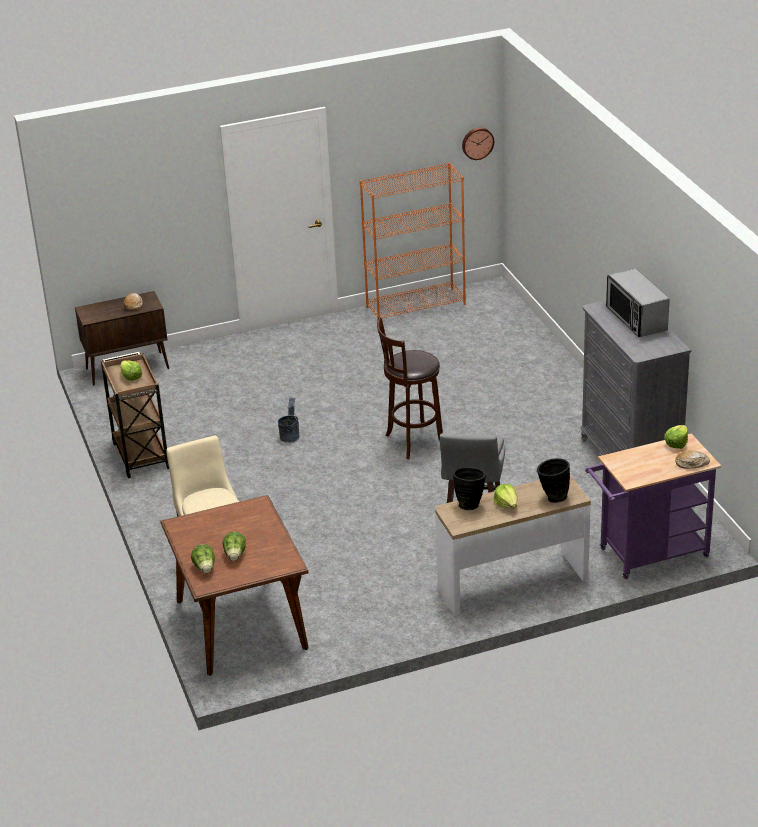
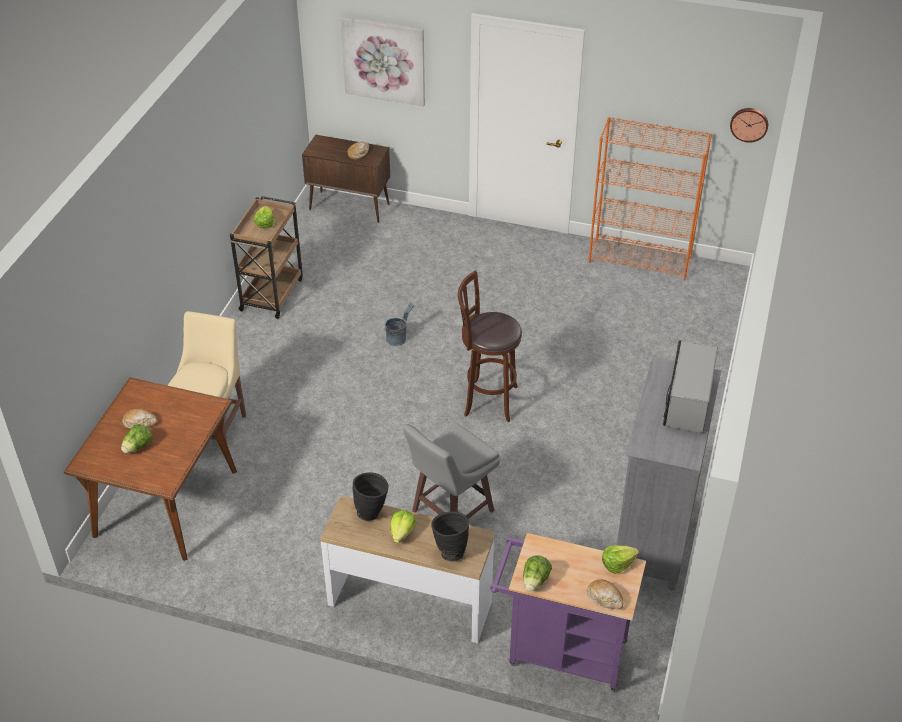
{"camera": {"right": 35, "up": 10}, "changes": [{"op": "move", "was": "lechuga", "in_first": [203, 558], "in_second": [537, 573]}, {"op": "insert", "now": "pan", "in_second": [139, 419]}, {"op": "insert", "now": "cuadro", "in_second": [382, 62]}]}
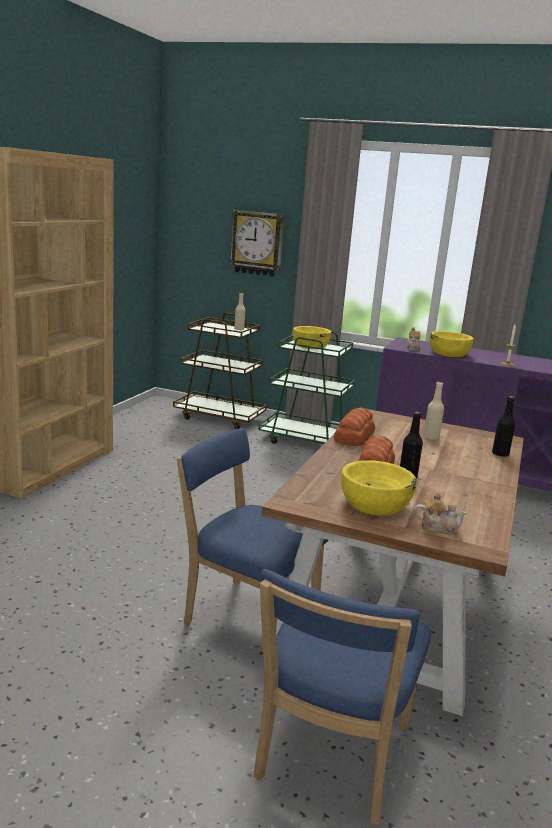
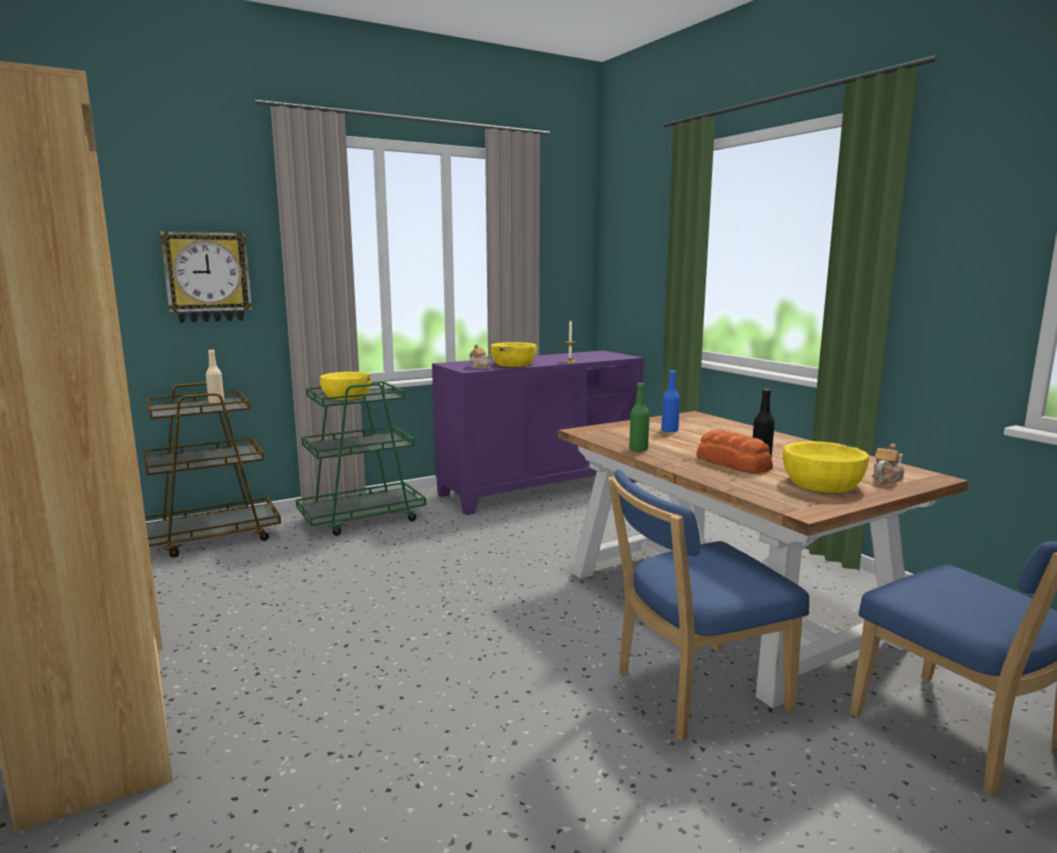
{"camera": {"right": -50, "up": -5}, "changes": [{"op": "replace", "was": "pan", "now": "botella [verde]", "in_first": [354, 426], "in_second": [639, 417]}, {"op": "recolor", "was": "botella [beis]", "now": "botella [azul]", "in_first": [433, 411], "in_second": [670, 401]}, {"op": "delete", "was": "botella [negro]", "in_first": [503, 426]}]}
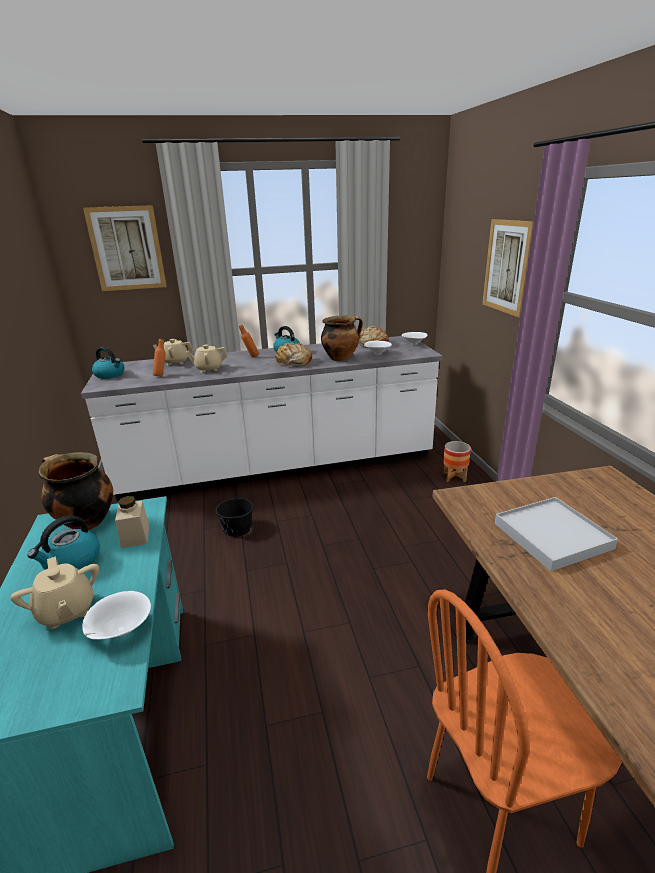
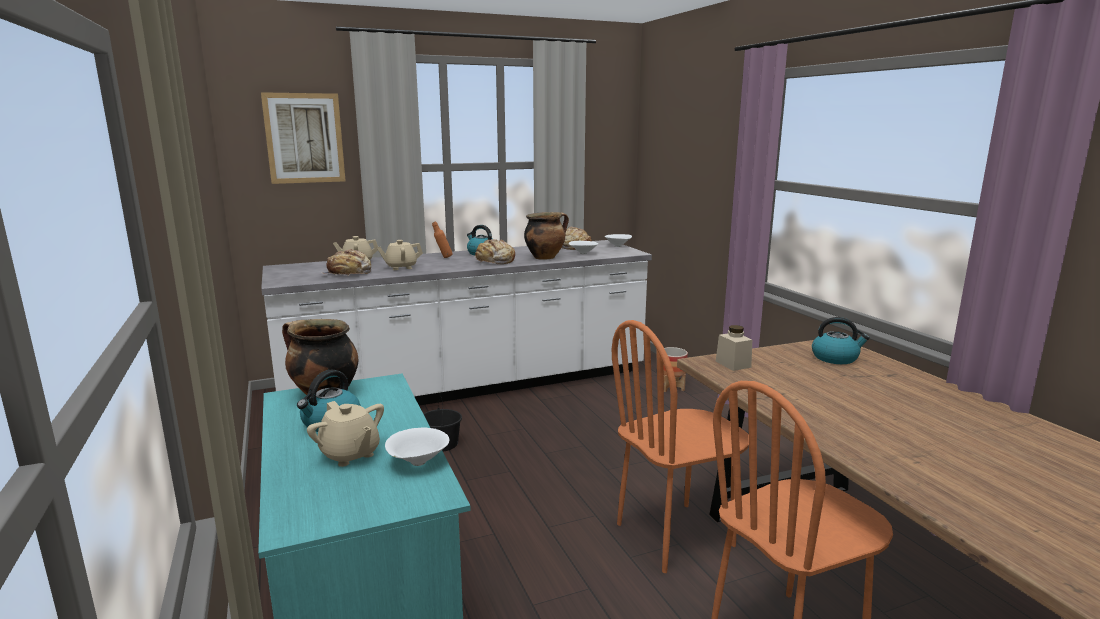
{"camera": {"right": -10, "up": -10}, "changes": [{"op": "move", "was": "hervidor", "in_first": [108, 363], "in_second": [841, 340]}, {"op": "move", "was": "tarro [beis]", "in_first": [132, 522], "in_second": [734, 348]}, {"op": "replace", "was": "botella [naranja]", "now": "pan", "in_first": [159, 358], "in_second": [347, 262]}, {"op": "delete", "was": "cuadro", "in_first": [507, 268]}, {"op": "delete", "was": "bandeja [blanco]", "in_first": [556, 534]}, {"op": "insert", "now": "silla [naranja]", "in_second": [680, 446]}]}
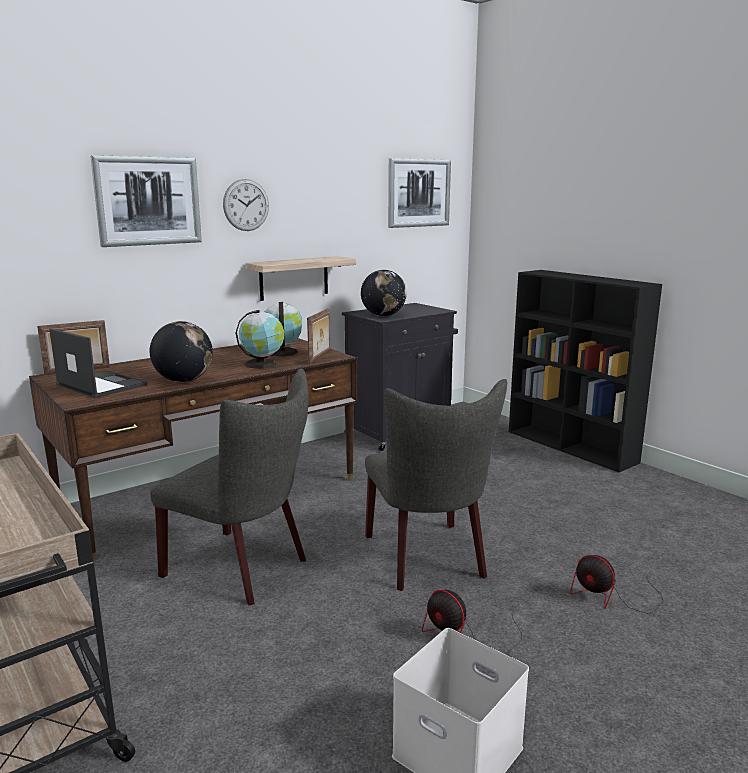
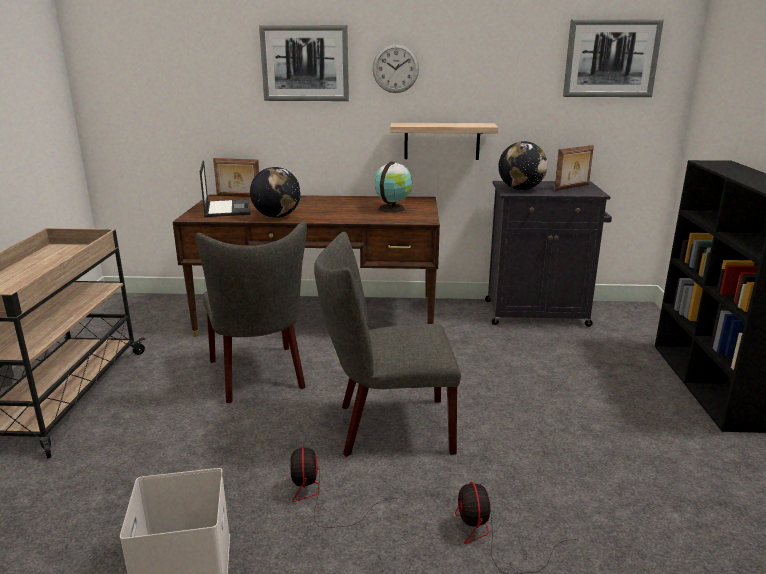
{"camera": {"right": 40, "up": 5}, "changes": [{"op": "delete", "was": "globo terráqueo", "in_first": [260, 339]}, {"op": "move", "was": "portarretratos", "in_first": [318, 336], "in_second": [574, 168]}, {"op": "rotate", "was": "silla [gris]", "in_first": [436, 485], "in_second": [387, 344], "clockwise": 60}]}
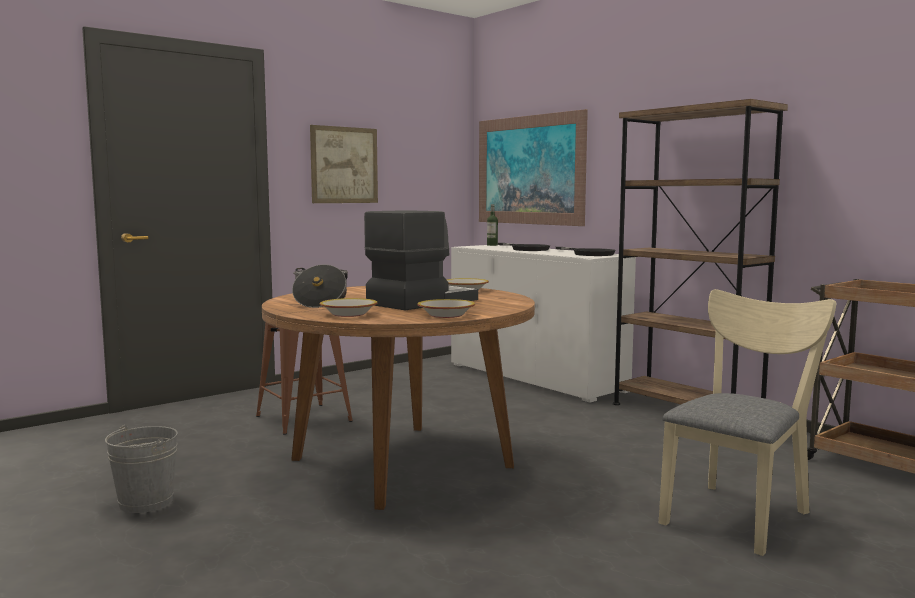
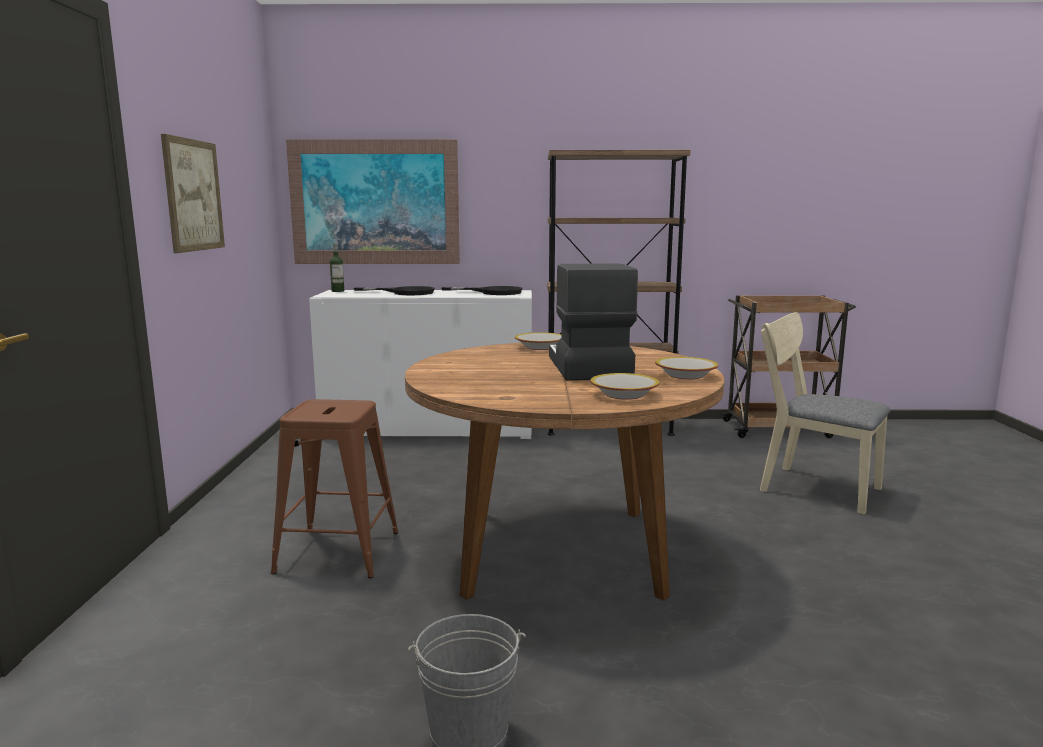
{"camera": {"right": -50, "up": 5}, "changes": [{"op": "delete", "was": "olla", "in_first": [320, 286]}, {"op": "rotate", "was": "silla [beis]", "in_first": [747, 422], "in_second": [825, 413], "clockwise": -45}]}
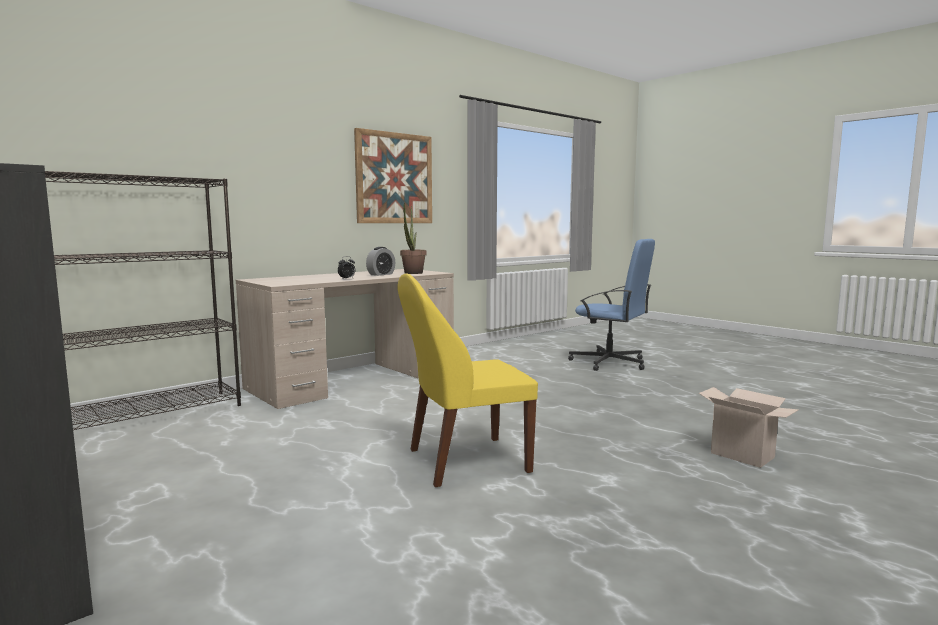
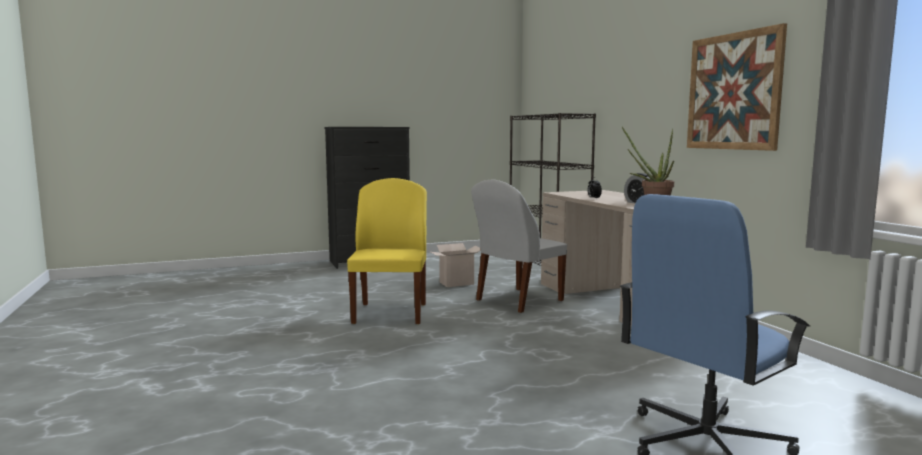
{"camera": {"right": 110, "up": 0}, "changes": [{"op": "move", "was": "caja de cartón", "in_first": [749, 427], "in_second": [455, 265]}, {"op": "insert", "now": "silla [blanco]", "in_second": [519, 246]}]}
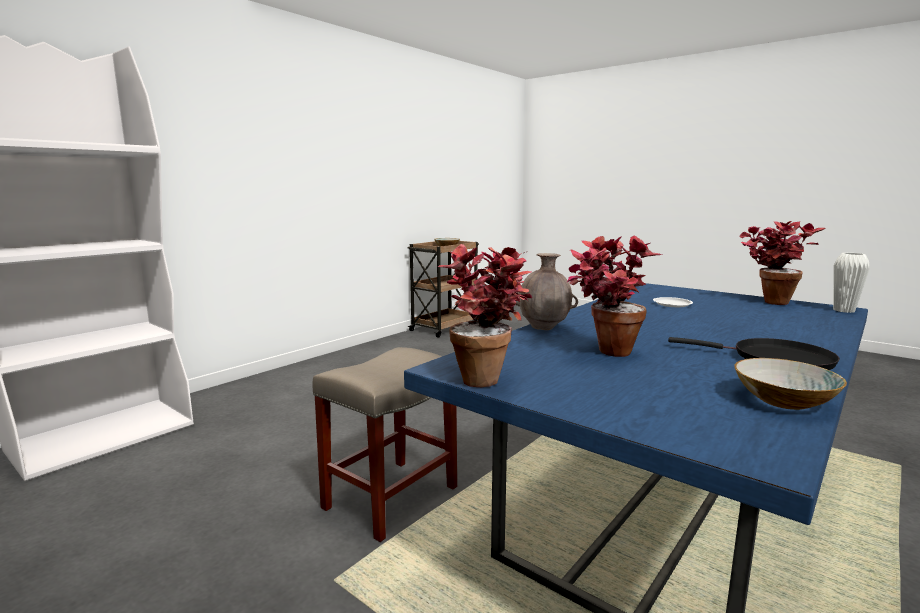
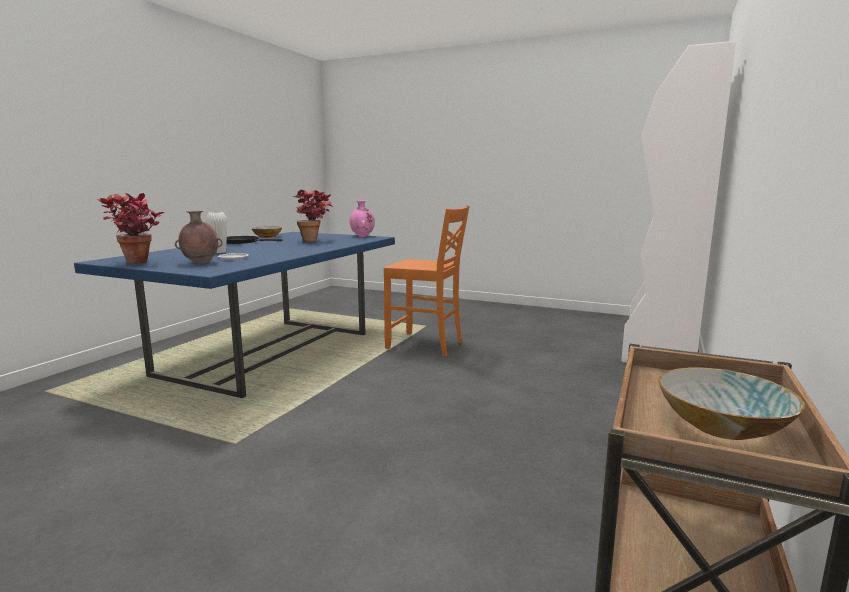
{"camera": {"right": 165, "up": 0}, "changes": [{"op": "replace", "was": "taburete [beis]", "now": "silla [naranja]", "in_first": [384, 444], "in_second": [427, 281]}, {"op": "replace", "was": "planta en maceta", "now": "florero [rosa]", "in_first": [485, 315], "in_second": [362, 218]}, {"op": "move", "was": "florero [marrón]", "in_first": [547, 291], "in_second": [199, 237]}, {"op": "move", "was": "florero [blanco]", "in_first": [851, 283], "in_second": [217, 232]}]}
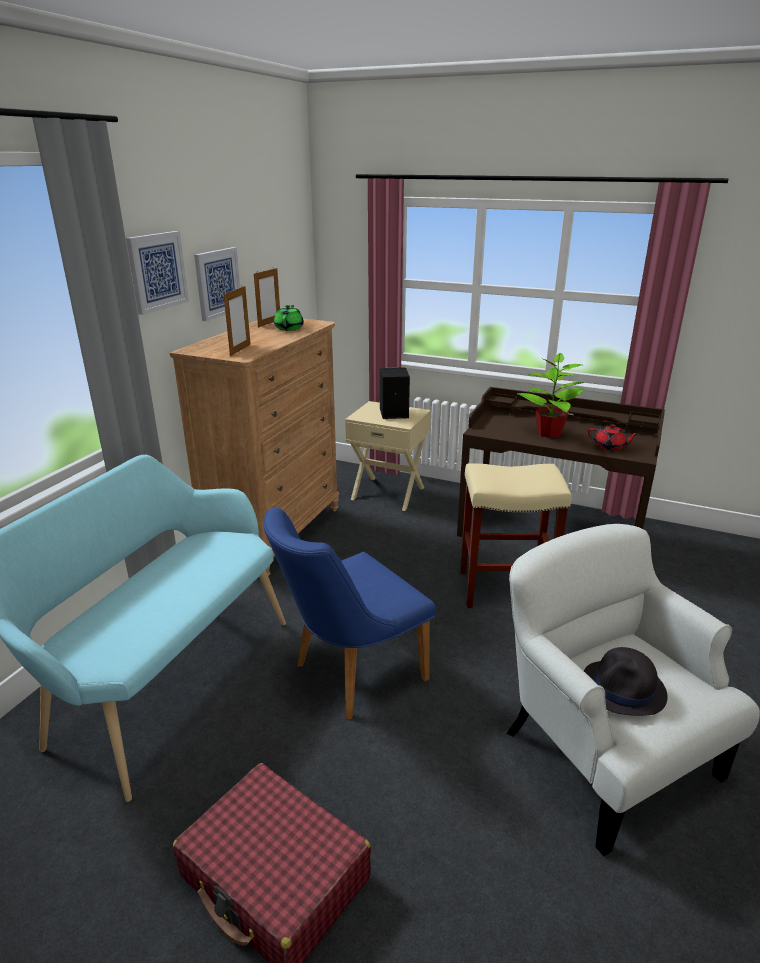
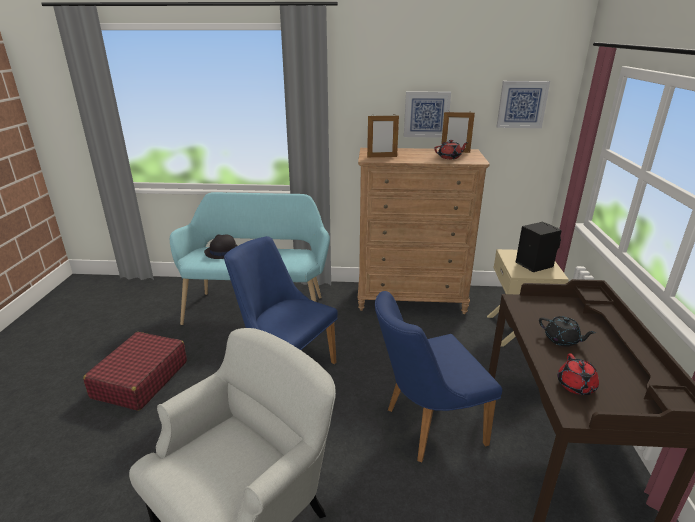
{"camera": {"right": 70, "up": 0}, "changes": [{"op": "move", "was": "cuadro", "in_first": [157, 273], "in_second": [523, 104]}, {"op": "recolor", "was": "tetera [verde]", "now": "tetera [rojo]", "in_first": [289, 318], "in_second": [451, 149]}, {"op": "replace", "was": "taburete [beis]", "now": "silla [azul]", "in_first": [515, 535], "in_second": [438, 377]}, {"op": "replace", "was": "planta en maceta", "now": "tetera [negro]", "in_first": [551, 395], "in_second": [567, 331]}, {"op": "move", "was": "sombrero [negro]", "in_first": [626, 681], "in_second": [221, 246]}]}
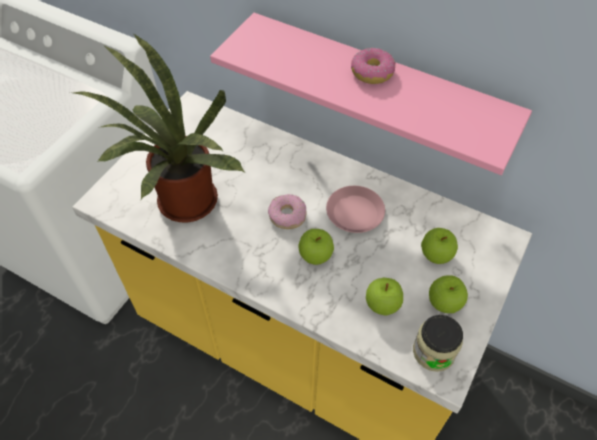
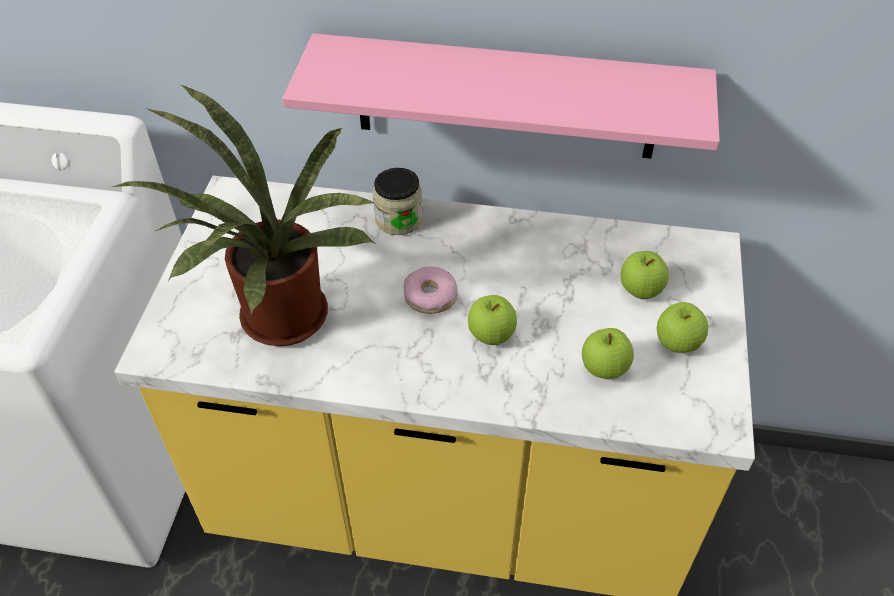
{"camera": {"right": -20, "up": -5}, "changes": [{"op": "delete", "was": "plato [rosa]", "in_first": [355, 209]}, {"op": "delete", "was": "rosquilla", "in_first": [373, 66]}, {"op": "move", "was": "tarro", "in_first": [438, 343], "in_second": [398, 201]}]}
